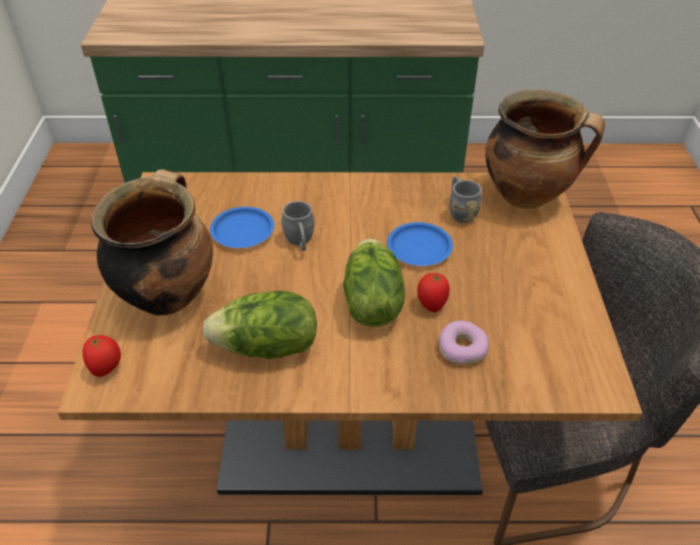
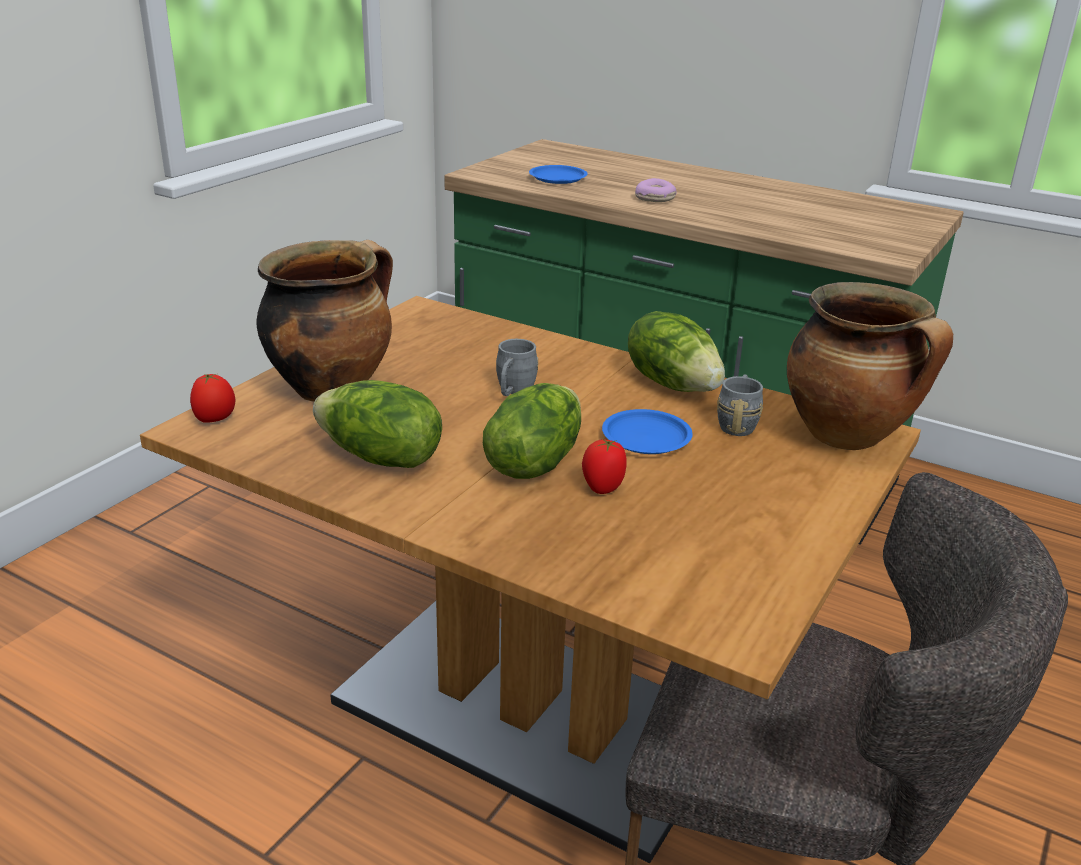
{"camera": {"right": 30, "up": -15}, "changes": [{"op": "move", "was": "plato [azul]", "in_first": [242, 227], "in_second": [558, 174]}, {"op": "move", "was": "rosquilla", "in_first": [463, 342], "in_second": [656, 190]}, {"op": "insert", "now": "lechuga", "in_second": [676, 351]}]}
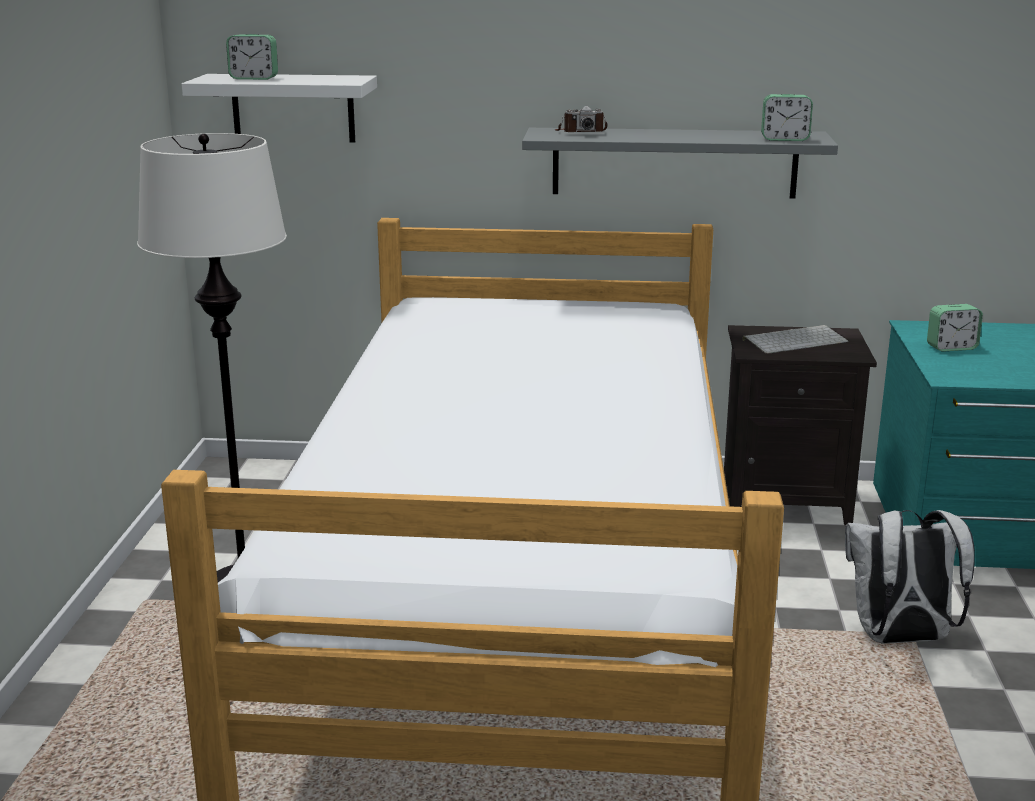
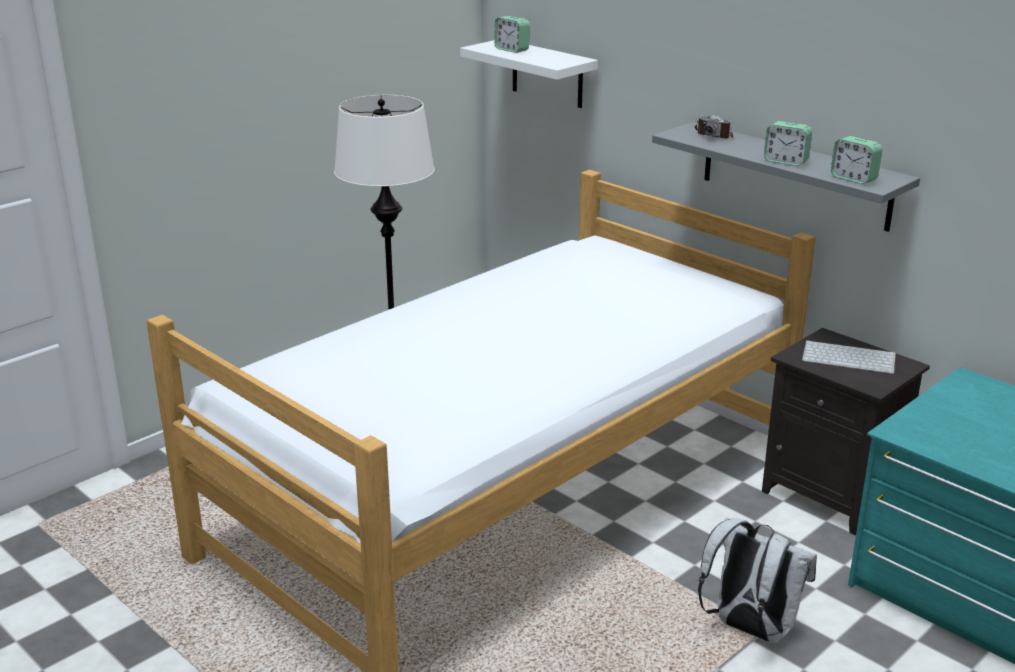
{"camera": {"right": 40, "up": 5}, "changes": [{"op": "move", "was": "despertador", "in_first": [955, 328], "in_second": [788, 143]}]}
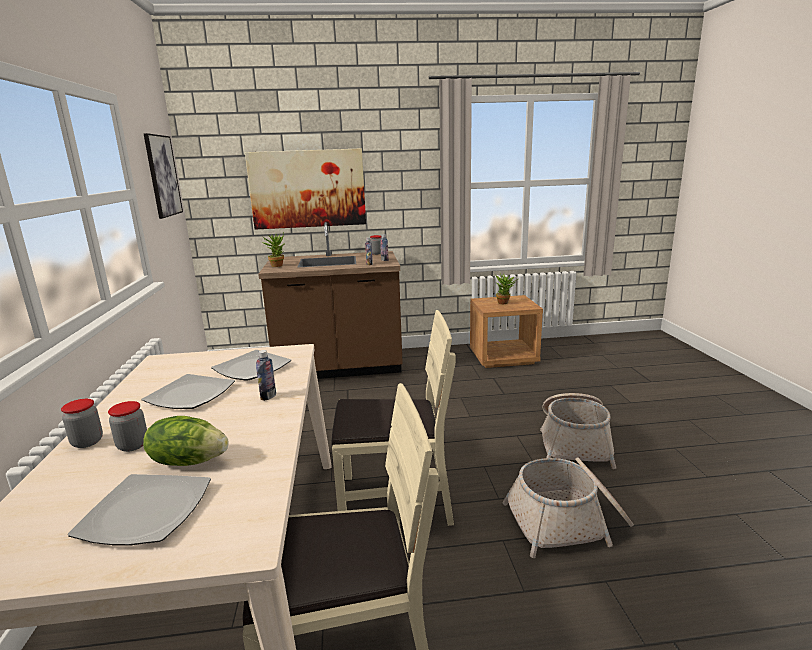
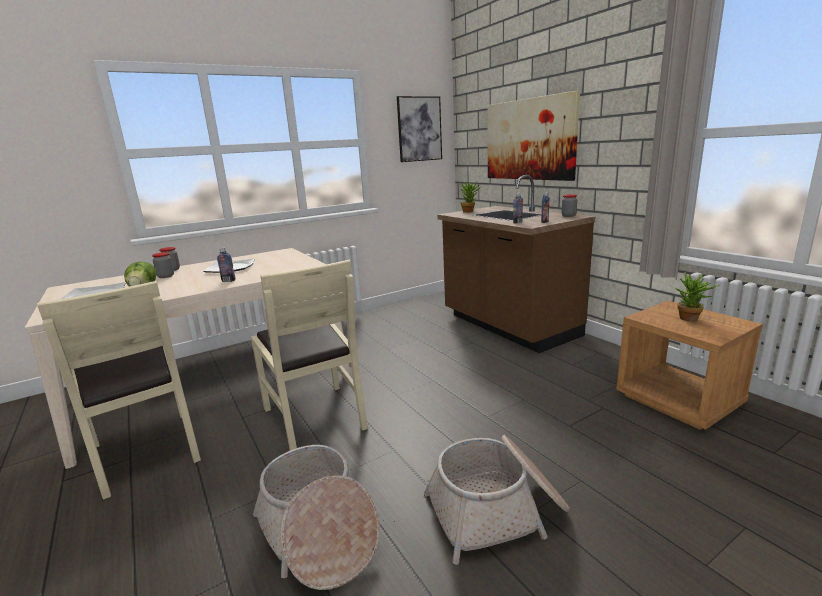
{"camera": {"right": 65, "up": 0}, "changes": [{"op": "delete", "was": "plato", "in_first": [251, 365]}]}
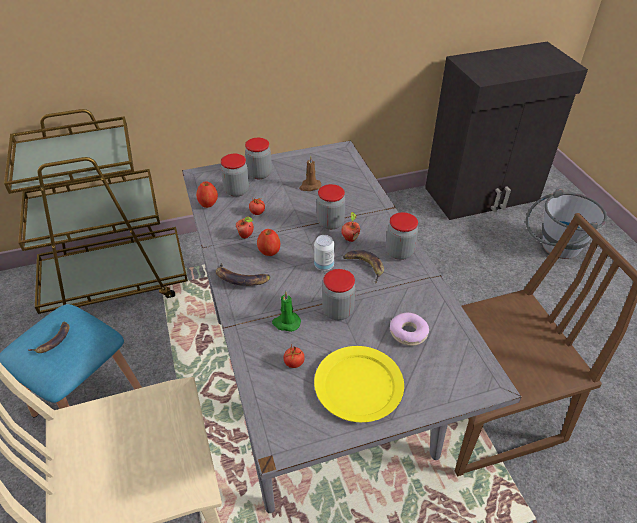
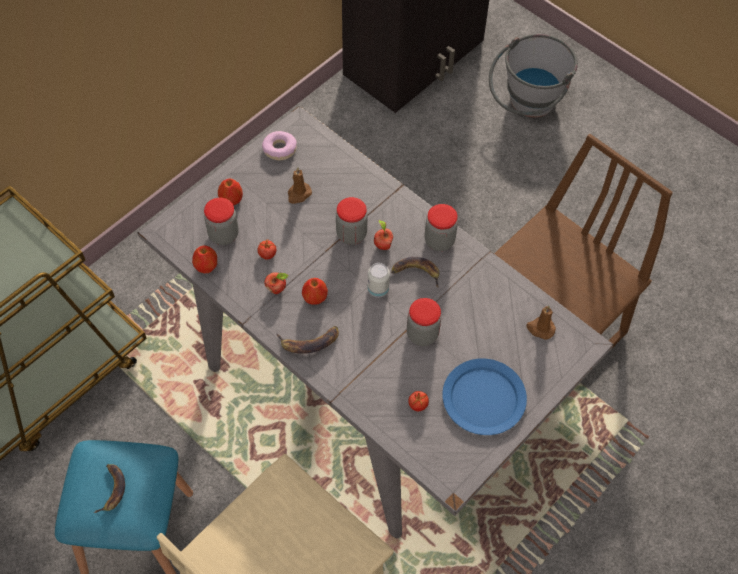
{"camera": {"right": -30, "up": 15}, "changes": [{"op": "replace", "was": "tarro", "now": "manzana", "in_first": [258, 158], "in_second": [230, 192]}, {"op": "delete", "was": "vela [verde]", "in_first": [286, 311]}, {"op": "recolor", "was": "plato [amarillo]", "now": "plato [azul]", "in_first": [359, 384], "in_second": [484, 396]}, {"op": "move", "was": "rosquilla", "in_first": [409, 329], "in_second": [279, 145]}, {"op": "insert", "now": "vela [marrón]", "in_second": [541, 323]}]}
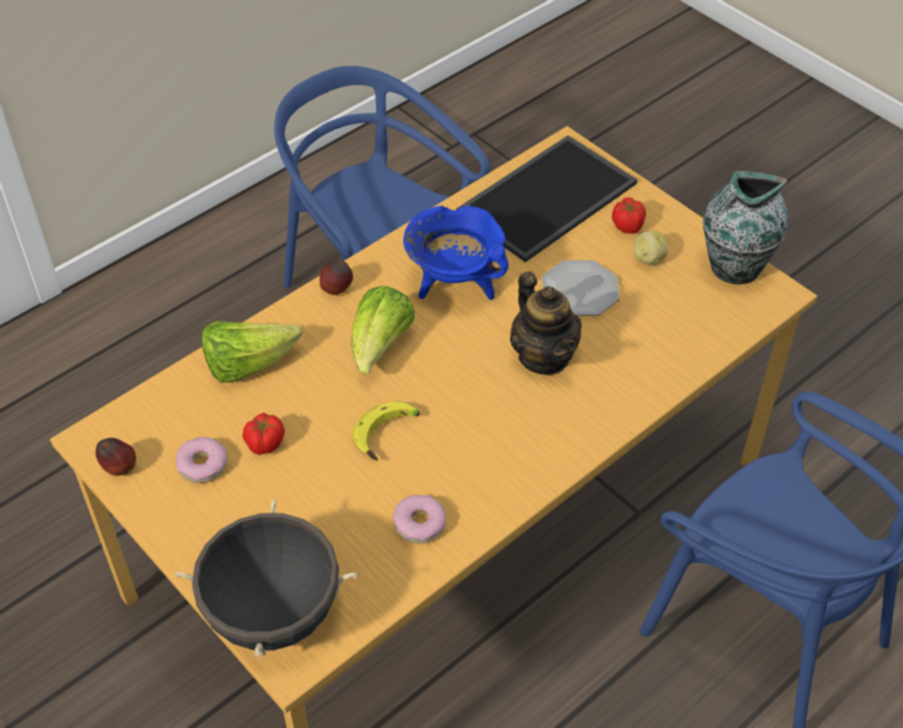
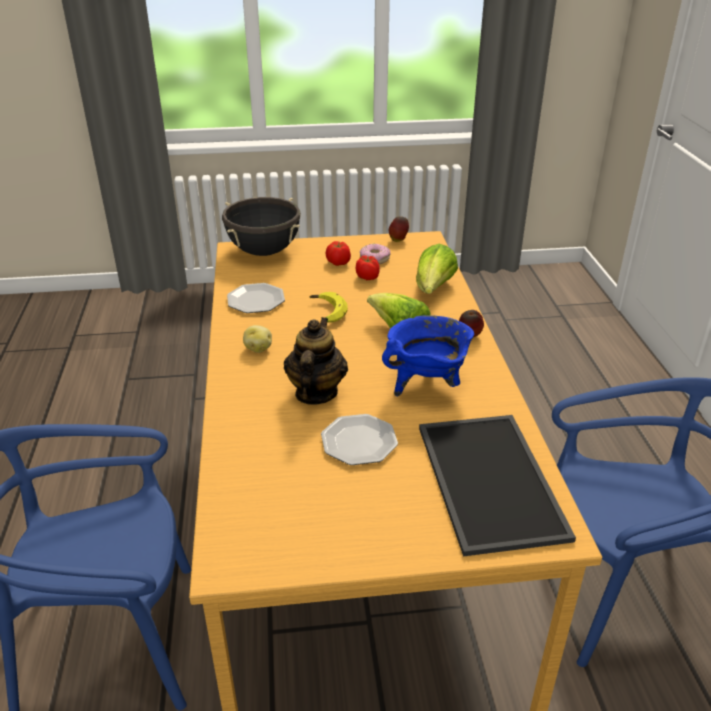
{"camera": {"right": 125, "up": -15}, "changes": [{"op": "replace", "was": "rosquilla", "now": "plato", "in_first": [419, 519], "in_second": [256, 298]}, {"op": "rotate", "was": "tetera", "in_first": [546, 323], "in_second": [316, 361], "clockwise": 90}, {"op": "move", "was": "tomate", "in_first": [629, 215], "in_second": [338, 253]}, {"op": "move", "was": "patata", "in_first": [651, 248], "in_second": [257, 339]}, {"op": "delete", "was": "florero", "in_first": [745, 227]}]}
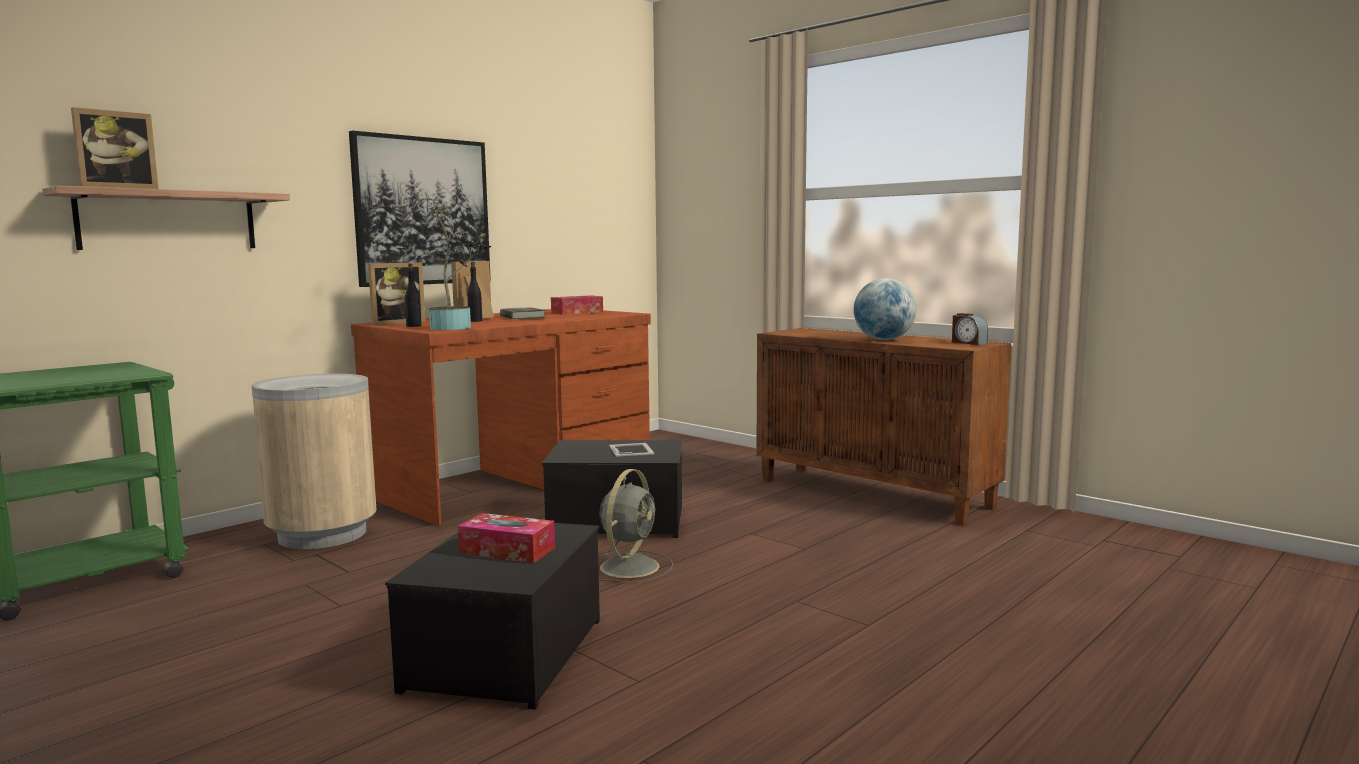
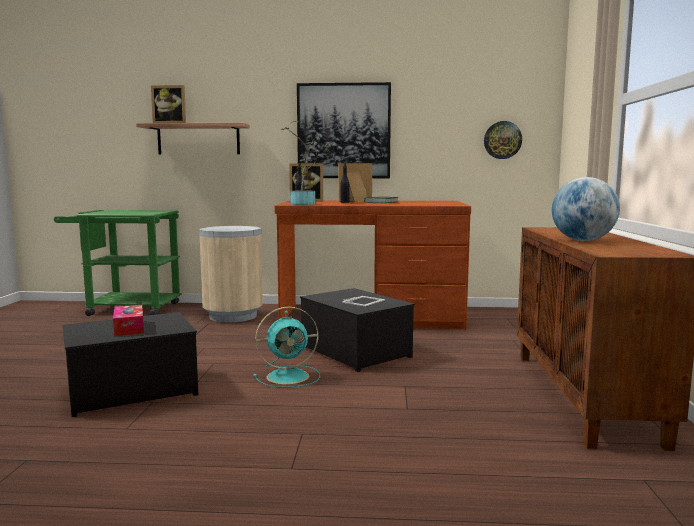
{"camera": {"right": 50, "up": 0}, "changes": [{"op": "delete", "was": "caja de pañuelos", "in_first": [577, 305]}, {"op": "recolor", "was": "ventilador [gris]", "now": "ventilador [turquesa]", "in_first": [636, 525], "in_second": [286, 347]}, {"op": "delete", "was": "despertador", "in_first": [970, 329]}, {"op": "insert", "now": "reloj de pared", "in_second": [503, 140]}]}
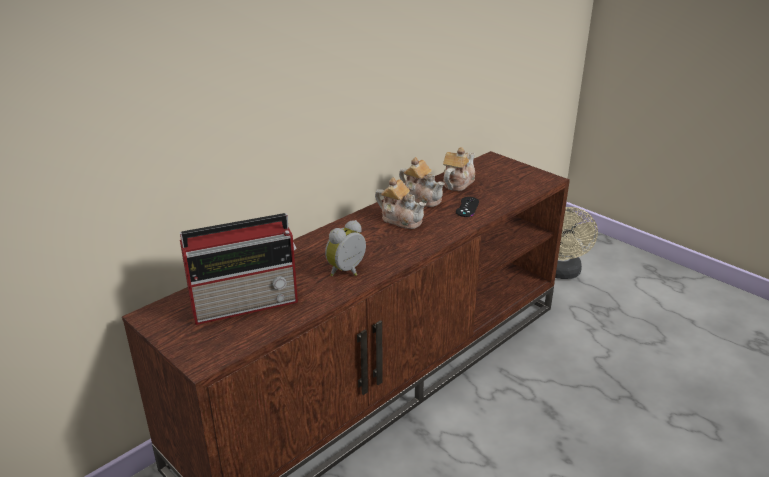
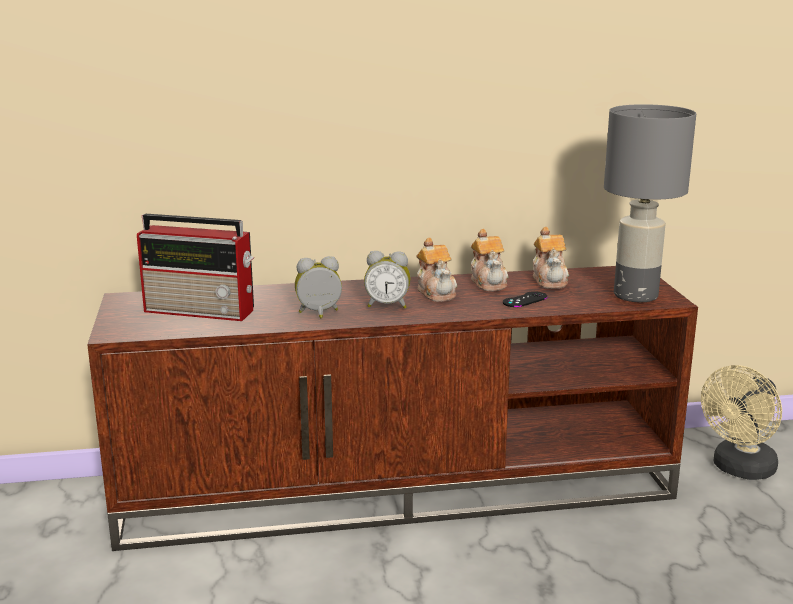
{"camera": {"right": 35, "up": -10}, "changes": [{"op": "rotate", "was": "tetera", "in_first": [459, 169], "in_second": [551, 258], "clockwise": 105}, {"op": "insert", "now": "despertador", "in_second": [387, 280]}, {"op": "insert", "now": "lámpara de mesa [gris]", "in_second": [650, 203]}]}
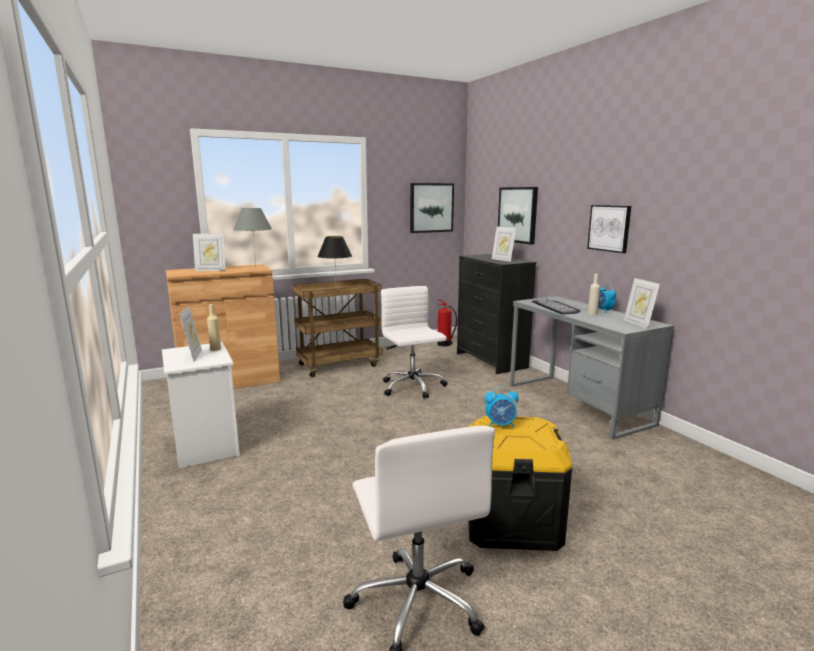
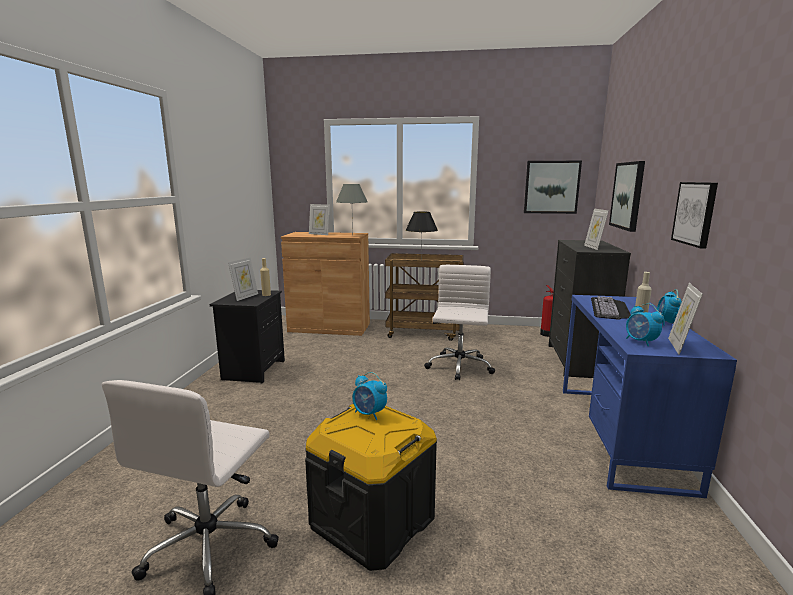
{"camera": {"right": 35, "up": 0}, "changes": [{"op": "recolor", "was": "mesita de noche [blanco]", "now": "mesita de noche [negro]", "in_first": [201, 405], "in_second": [247, 337]}, {"op": "recolor", "was": "escritorio [gris]", "now": "escritorio [azul]", "in_first": [592, 368], "in_second": [650, 396]}, {"op": "insert", "now": "despertador", "in_second": [645, 324]}]}
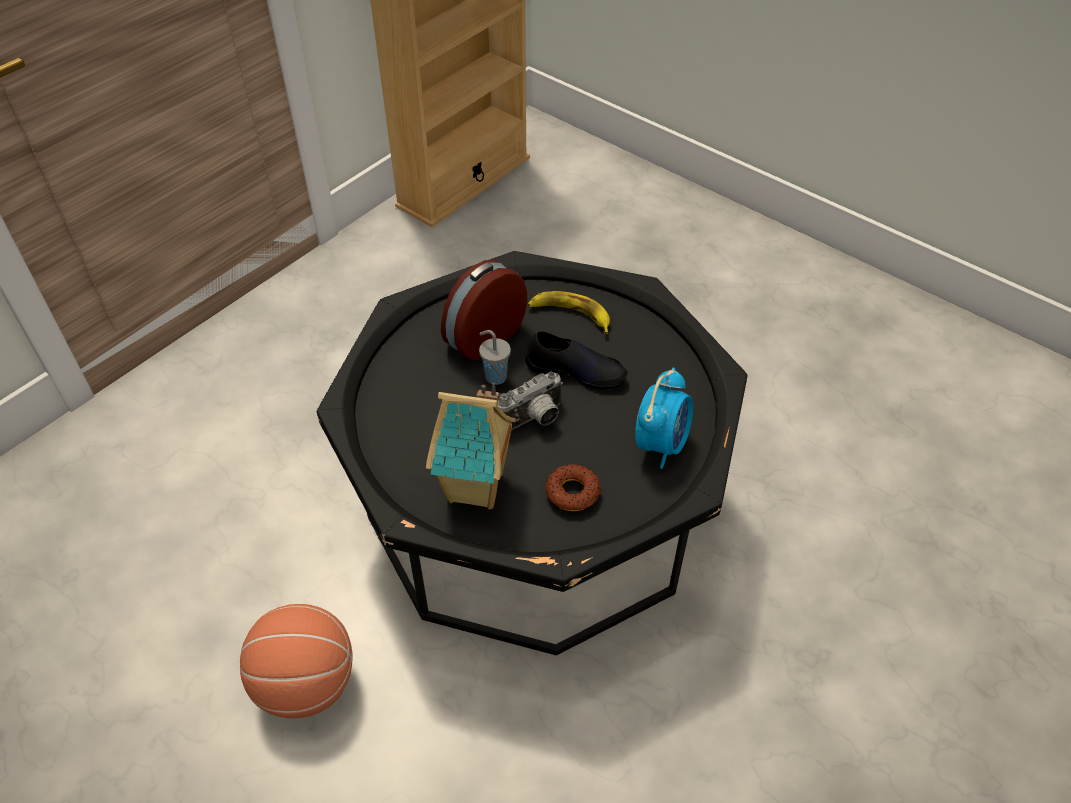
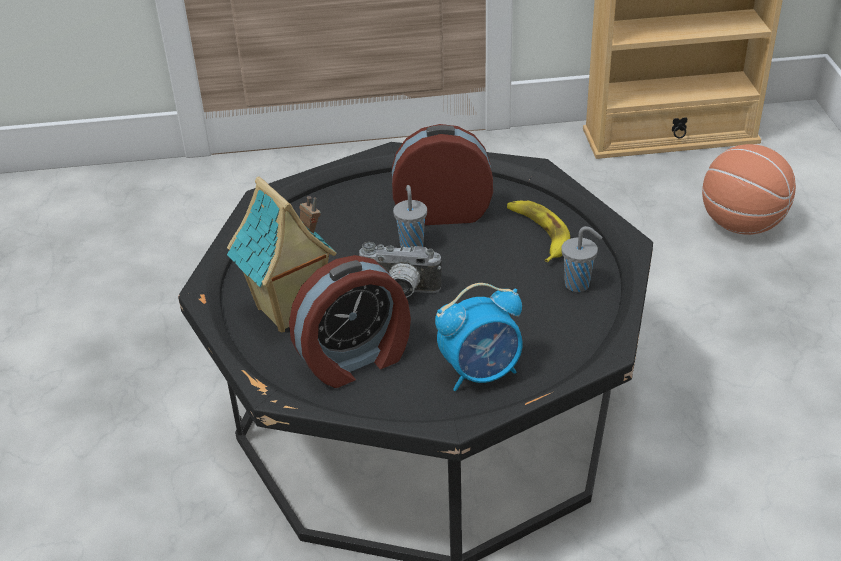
{"camera": {"right": 45, "up": -10}, "changes": [{"op": "move", "was": "balón de baloncesto", "in_first": [296, 661], "in_second": [749, 189]}, {"op": "delete", "was": "zapato [negro]", "in_first": [576, 360]}, {"op": "replace", "was": "rosquilla", "now": "despertador", "in_first": [574, 487], "in_second": [350, 321]}, {"op": "insert", "now": "taza [gris]", "in_second": [581, 259]}]}
